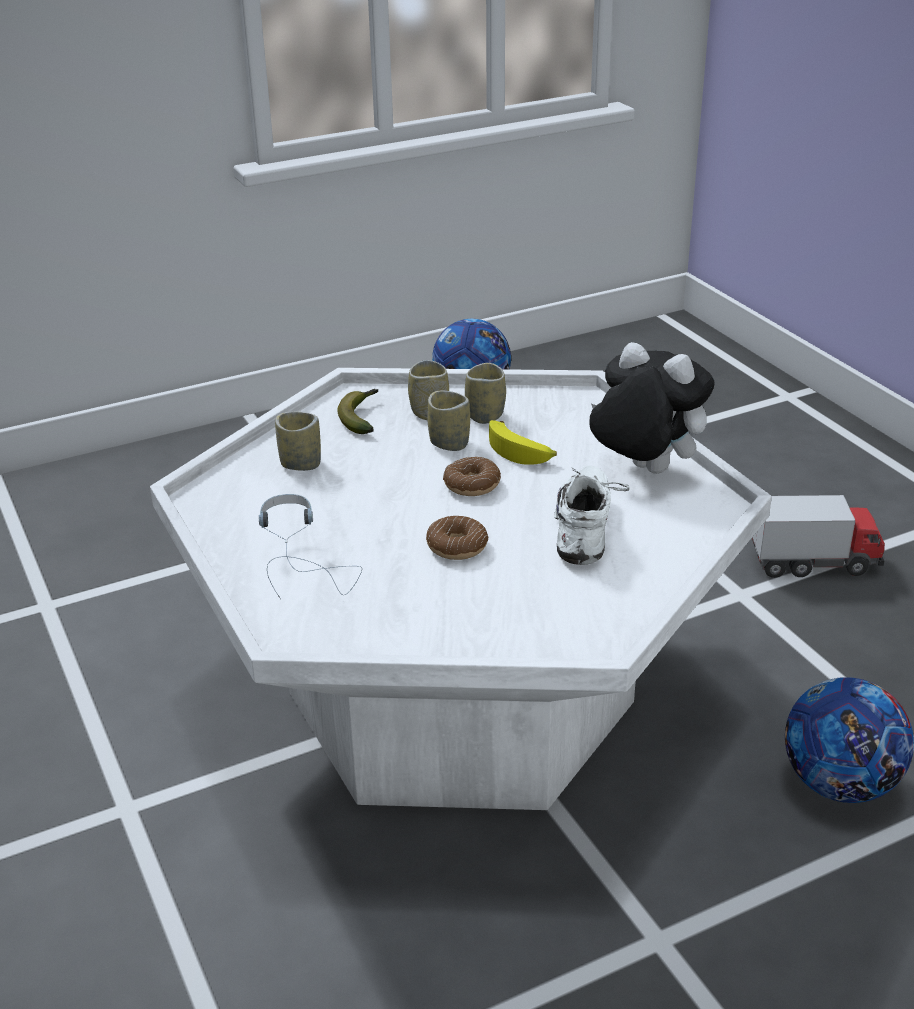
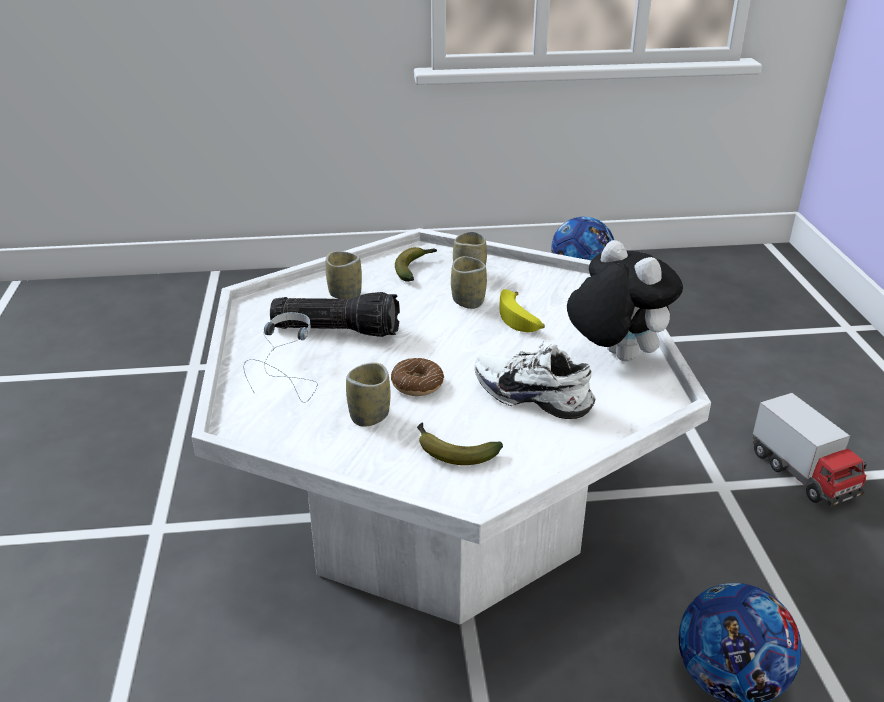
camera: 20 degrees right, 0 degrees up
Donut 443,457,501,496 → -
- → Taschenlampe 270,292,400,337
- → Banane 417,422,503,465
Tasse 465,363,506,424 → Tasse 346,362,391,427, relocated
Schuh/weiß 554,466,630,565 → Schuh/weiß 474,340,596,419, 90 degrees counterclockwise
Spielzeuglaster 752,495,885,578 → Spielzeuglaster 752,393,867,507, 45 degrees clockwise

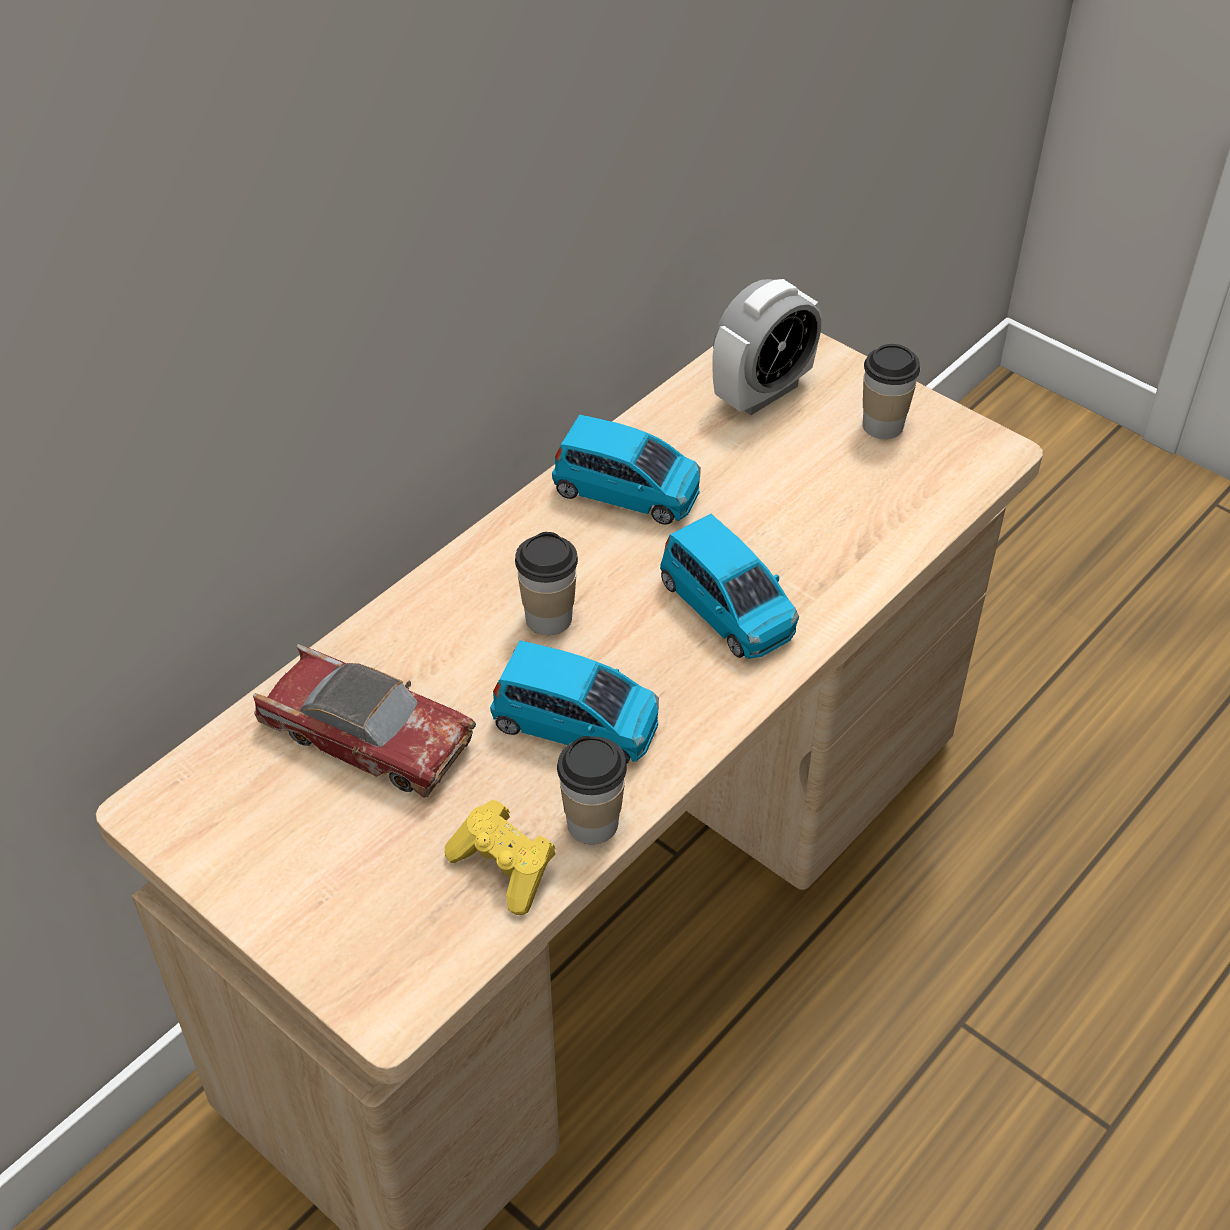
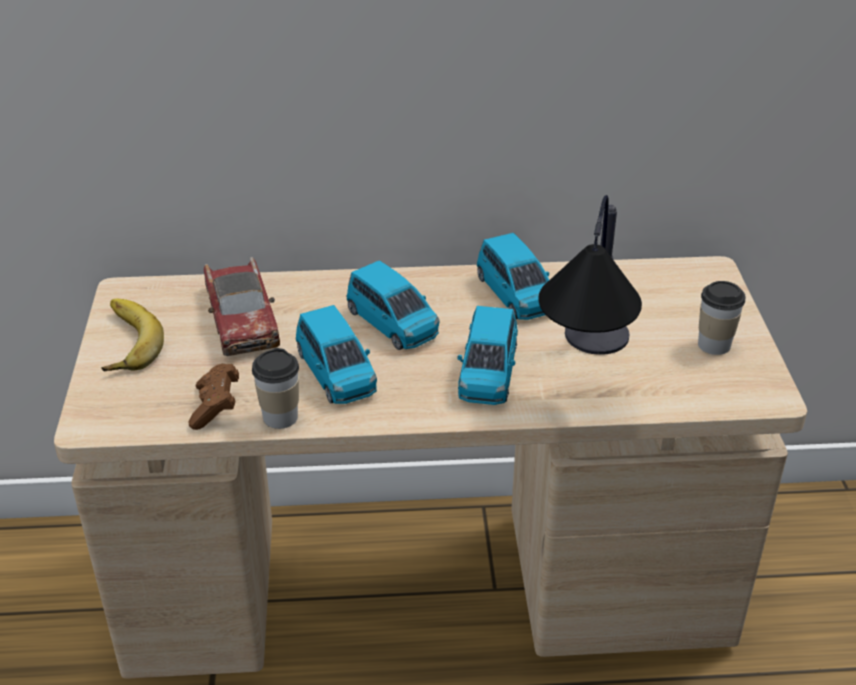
camera: 45 degrees right, 10 degrees down
Wecker 712,279,821,415 → -
- → Banane 101,299,164,371
- → Tischlampe 538,195,642,355
Tasse 515,532,578,635 → Spielzeugauto/blau 347,260,440,350
Gamepad/gelb 445,800,556,915 → Gamepad/braun 188,364,239,430

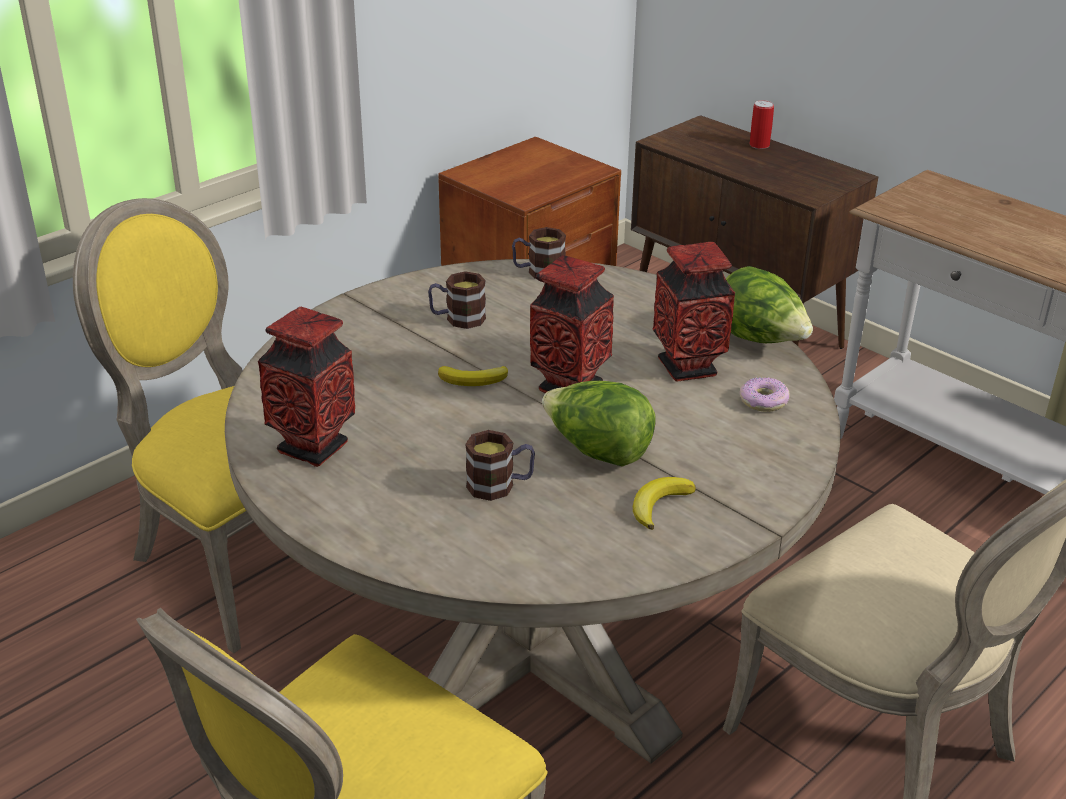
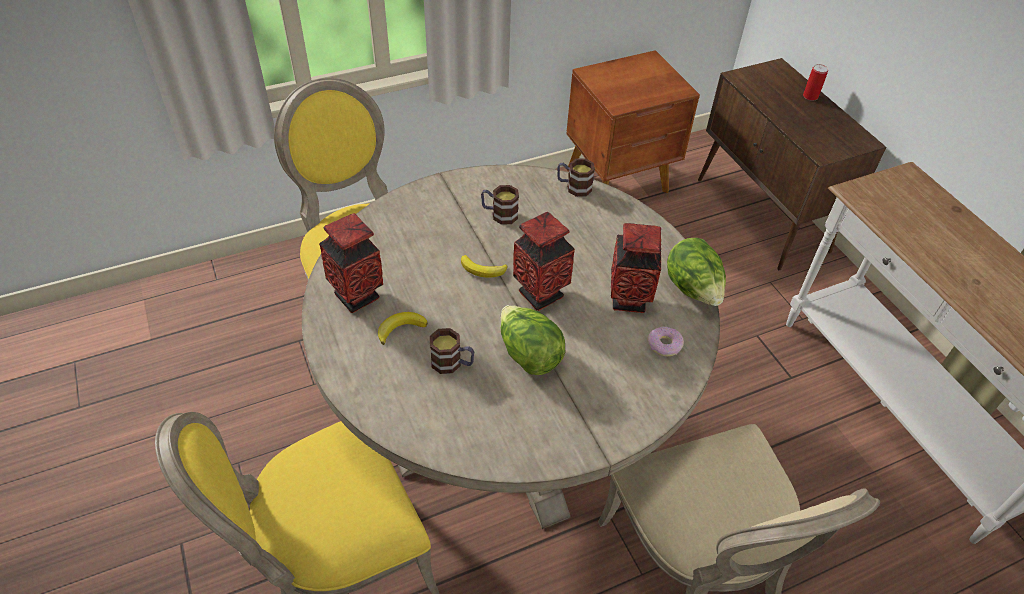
camera: 20 degrees right, 15 degrees up
Banane 633,477,696,530 → Banane 378,312,428,345, relocated

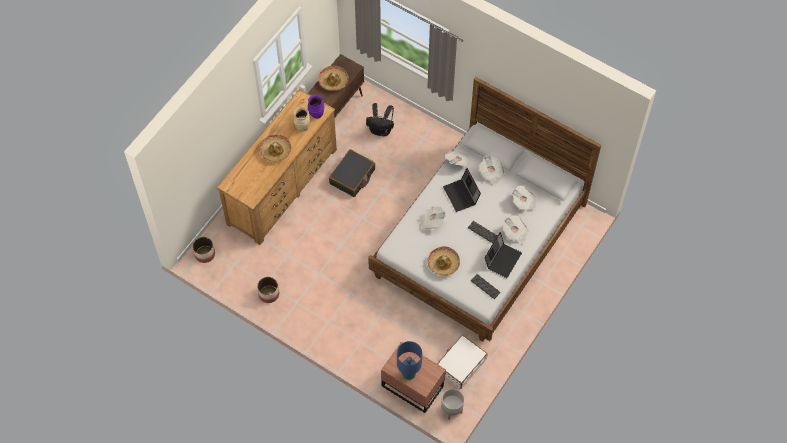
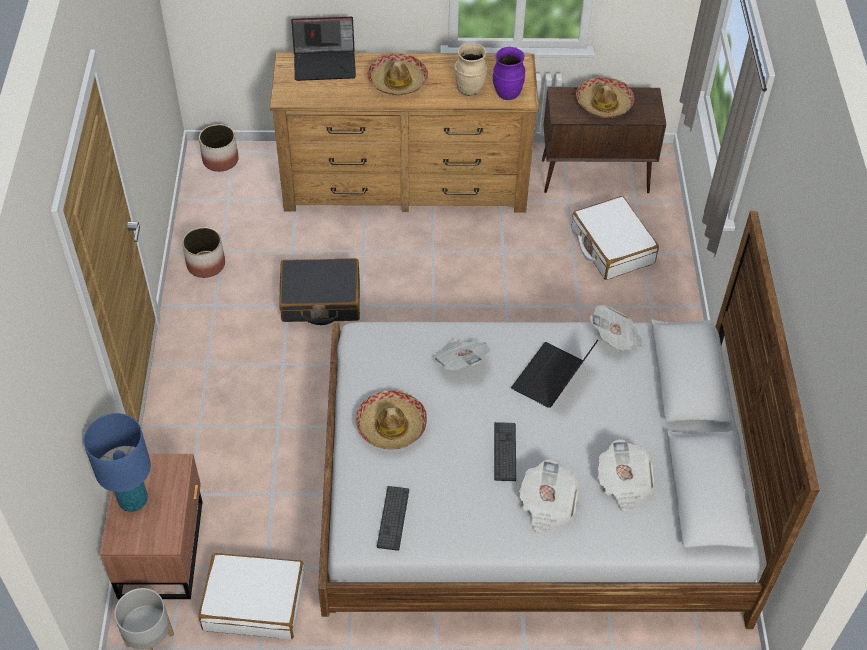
camera: 55 degrees right, 10 degrees down
Zeitung 480,155,505,186 → -
Koffer/schwarz 329,149,375,197 → Koffer/schwarz 279,258,360,325, relocated
Laptop 485,232,522,278 → Laptop 291,17,356,81, relocated
Rucksack/schwarz 366,103,394,136 → Koffer/weiß 571,196,659,280

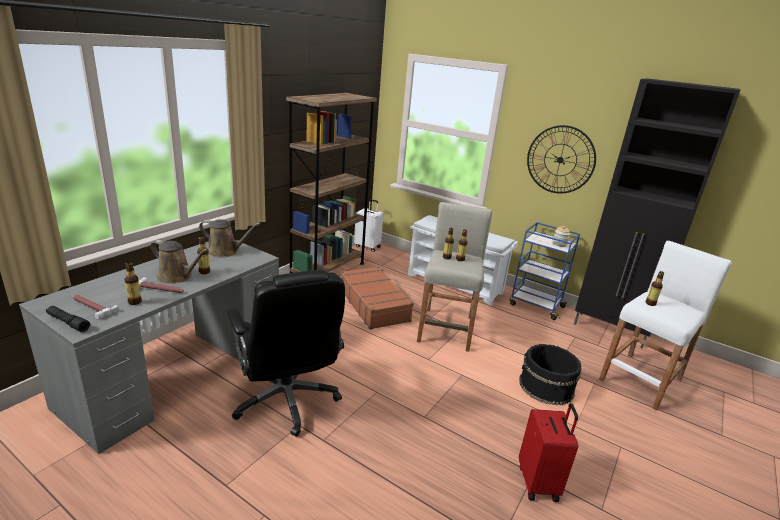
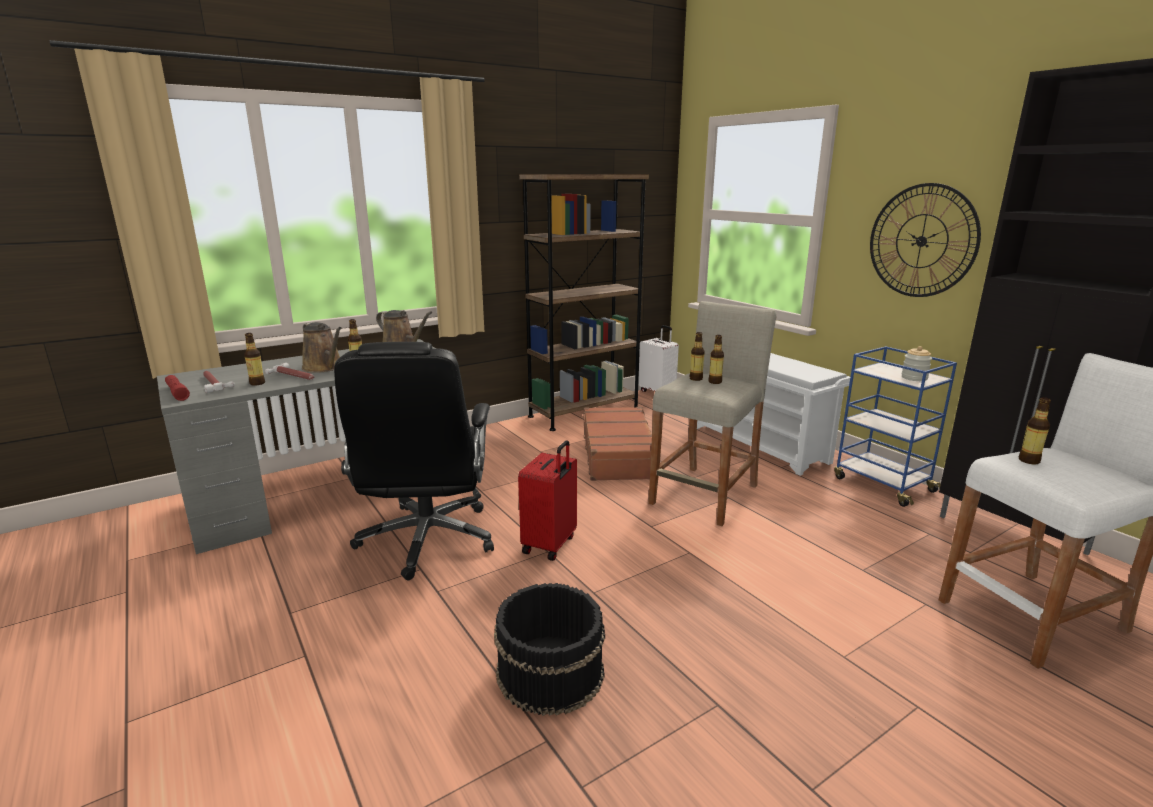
camera: 25 degrees right, 5 degrees down
Eimer/schwarz 519,344,582,405 → Eimer/schwarz 494,583,605,716, relocated
Koffer/rot 519,403,578,502 → Koffer/rot 518,440,577,561, relocated
Taschenlampe/schwarz 46,306,90,332 → Taschenlampe/rot 165,375,190,401

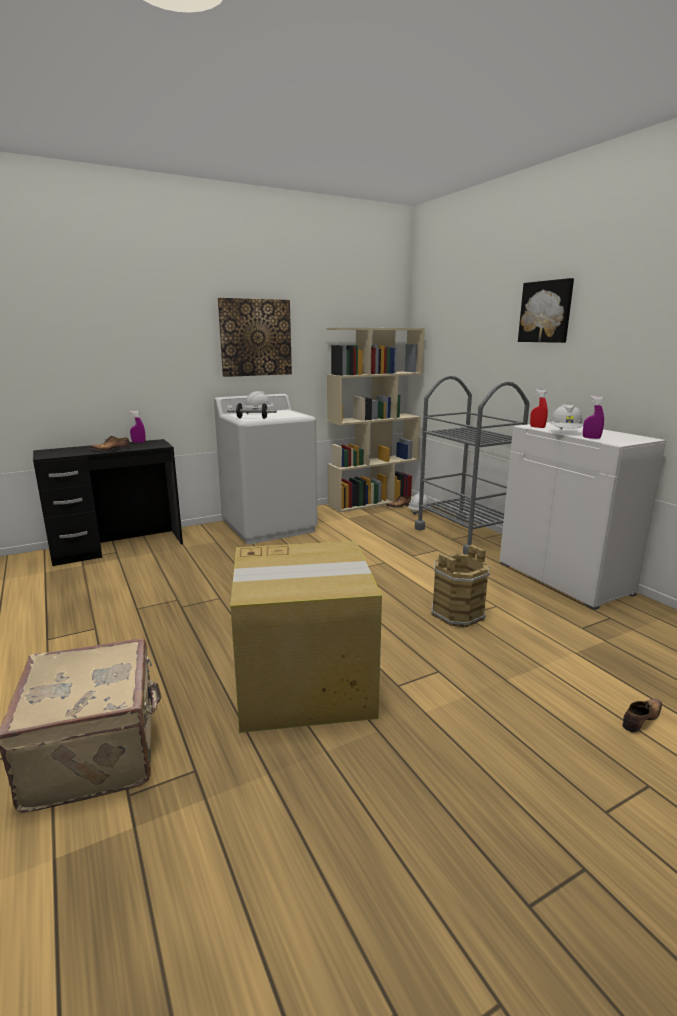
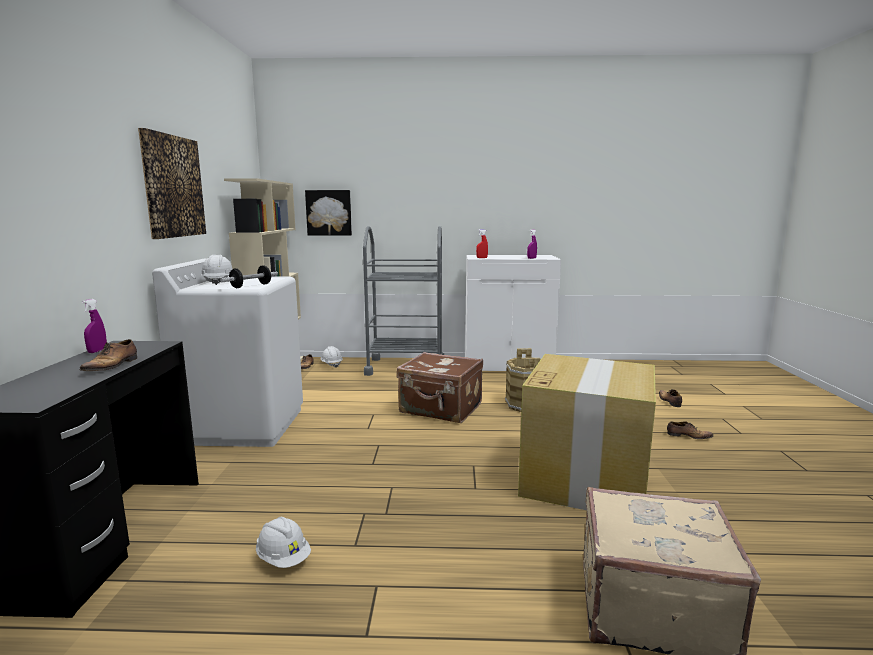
camera: 60 degrees left, 5 degrees down
- → Koffer/braun 396,352,483,423
- → Schuh 667,421,713,439
Bild 518,278,574,343 → Bild 305,190,352,236, relocated
Schutzhelm/weiß 549,404,583,430 → Schutzhelm/weiß 256,517,311,568, relocated

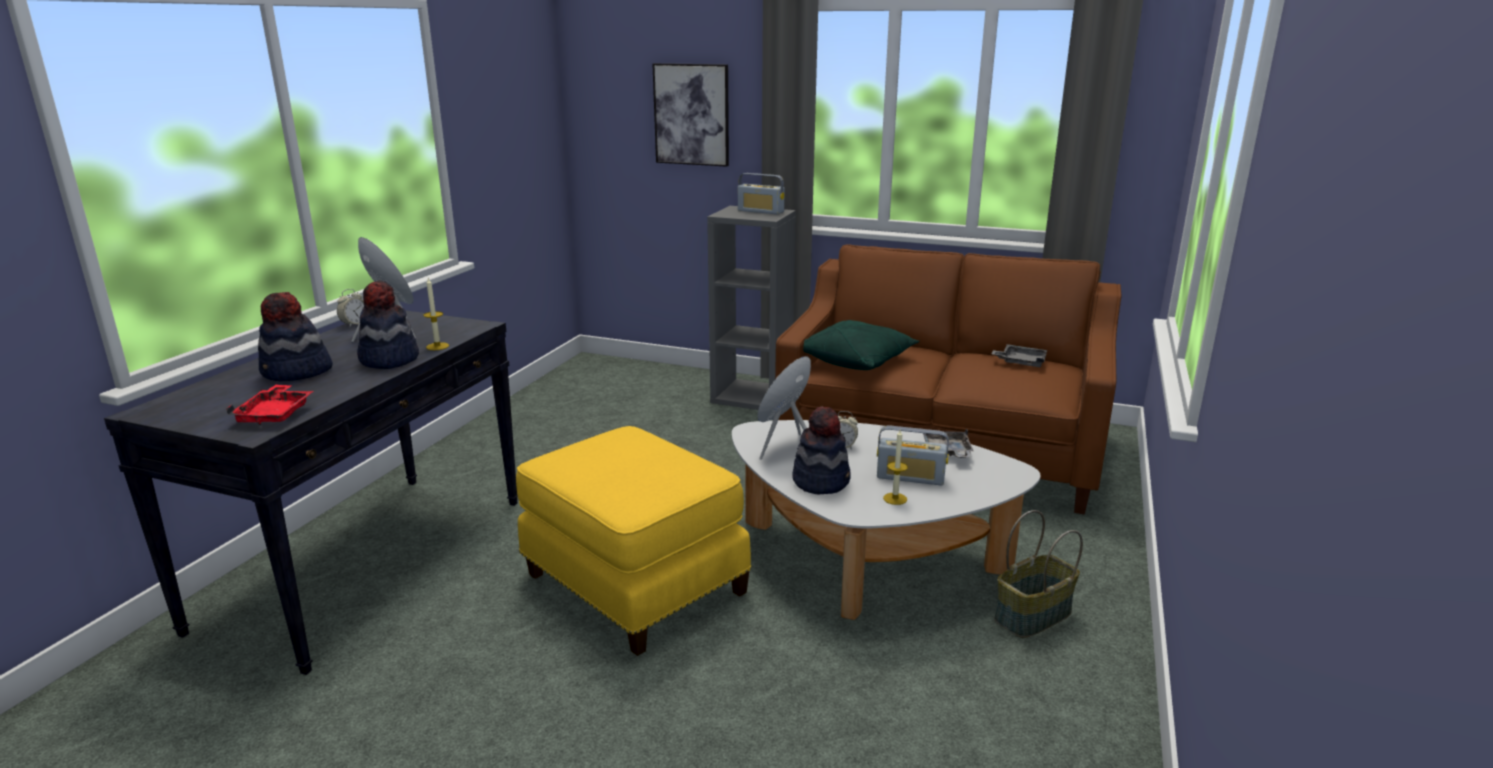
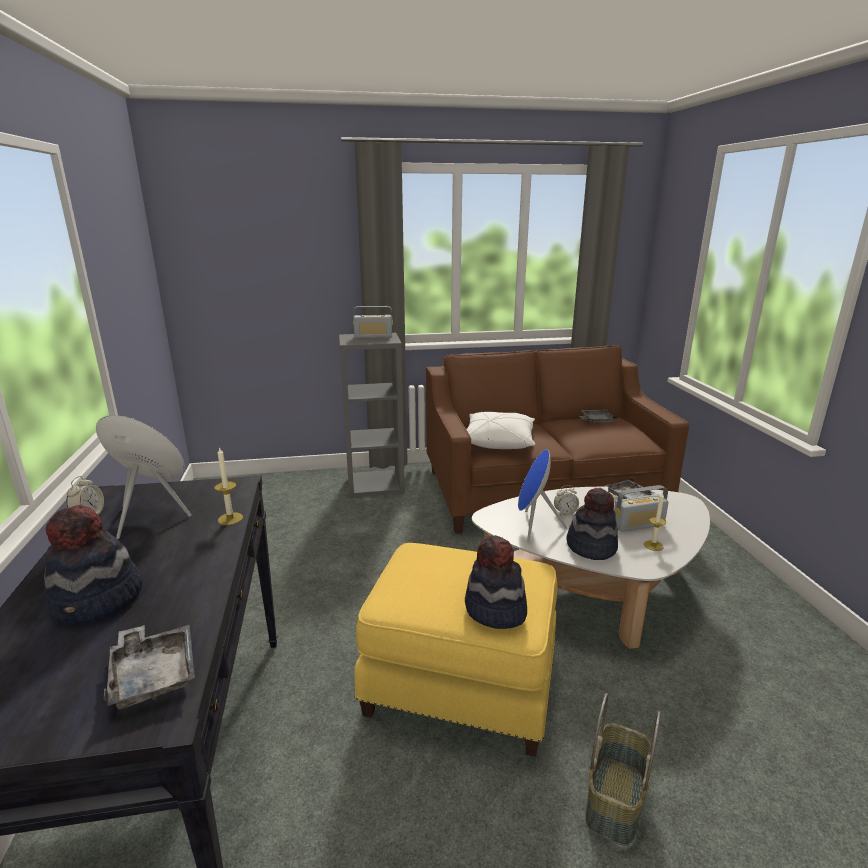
camera: 30 degrees left, 0 degrees up
Bild 652,63,729,167 → -
Hut 357,280,419,369 → Hut 465,535,527,629, relocated
Korb 994,510,1083,638 → Korb 585,693,660,845, relocated
Tablett/rot 226,385,313,425 → Tablett/grau 104,625,195,709
Kissen/grün 803,320,920,370 → Kissen/weiß 467,412,535,449

